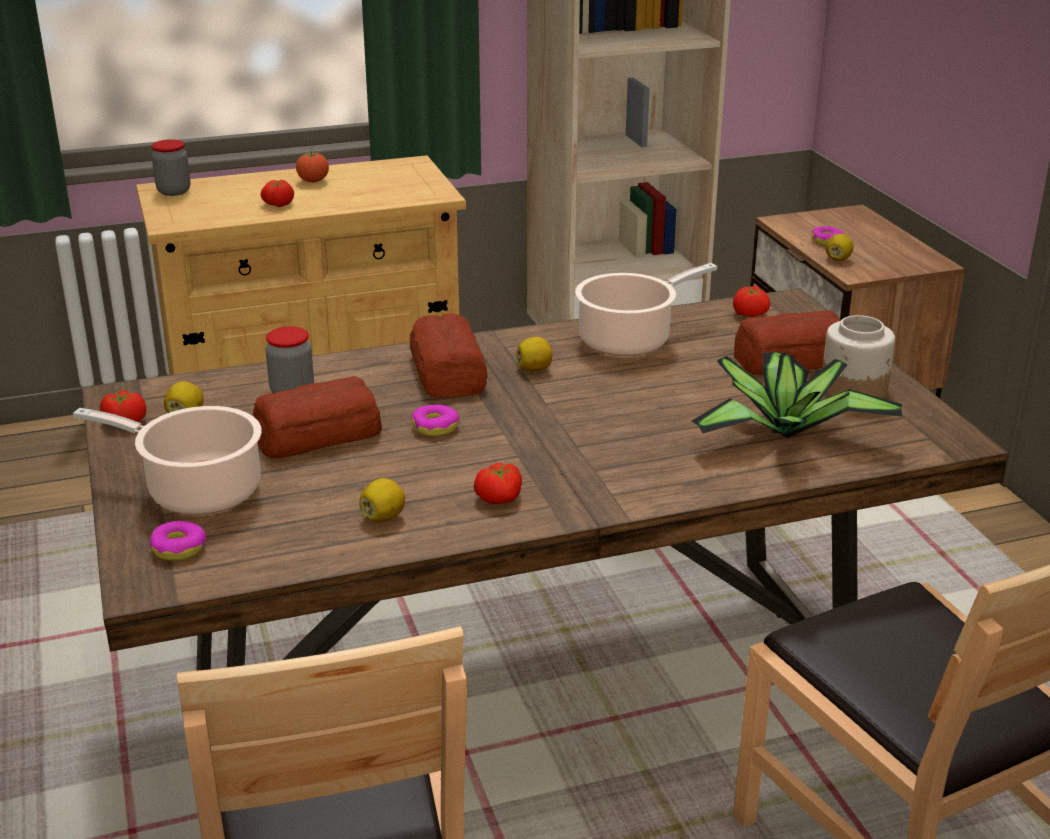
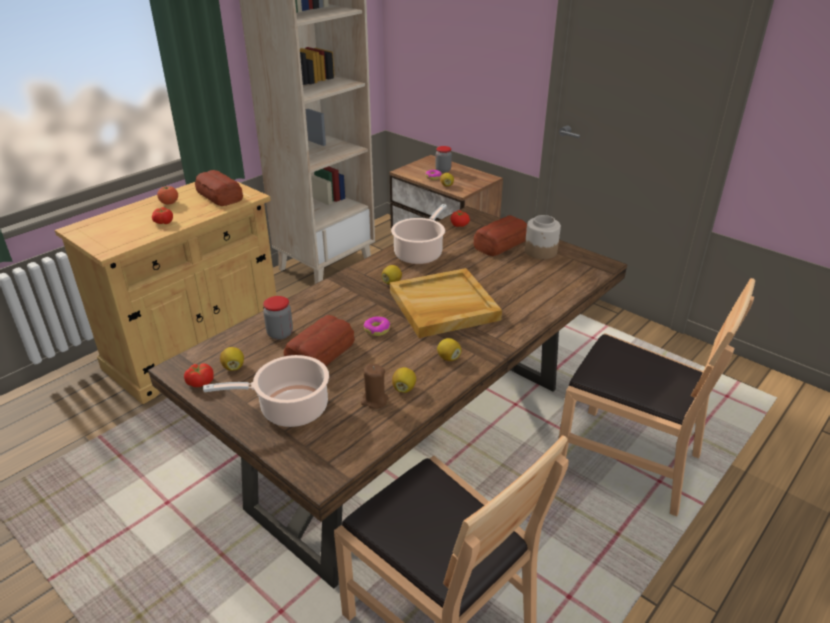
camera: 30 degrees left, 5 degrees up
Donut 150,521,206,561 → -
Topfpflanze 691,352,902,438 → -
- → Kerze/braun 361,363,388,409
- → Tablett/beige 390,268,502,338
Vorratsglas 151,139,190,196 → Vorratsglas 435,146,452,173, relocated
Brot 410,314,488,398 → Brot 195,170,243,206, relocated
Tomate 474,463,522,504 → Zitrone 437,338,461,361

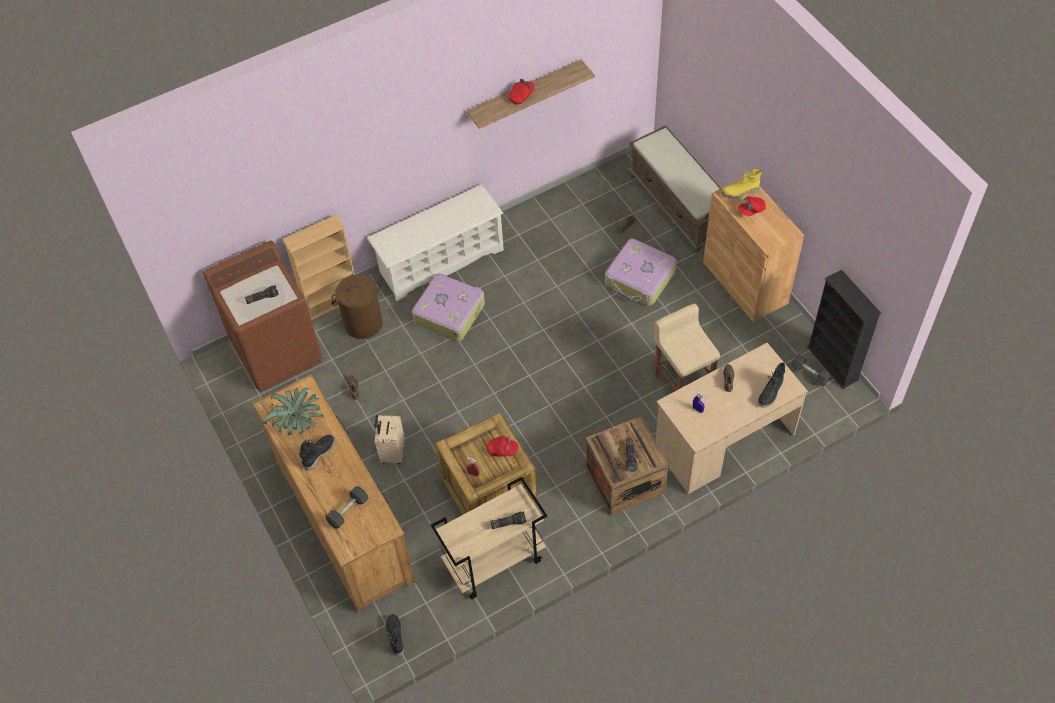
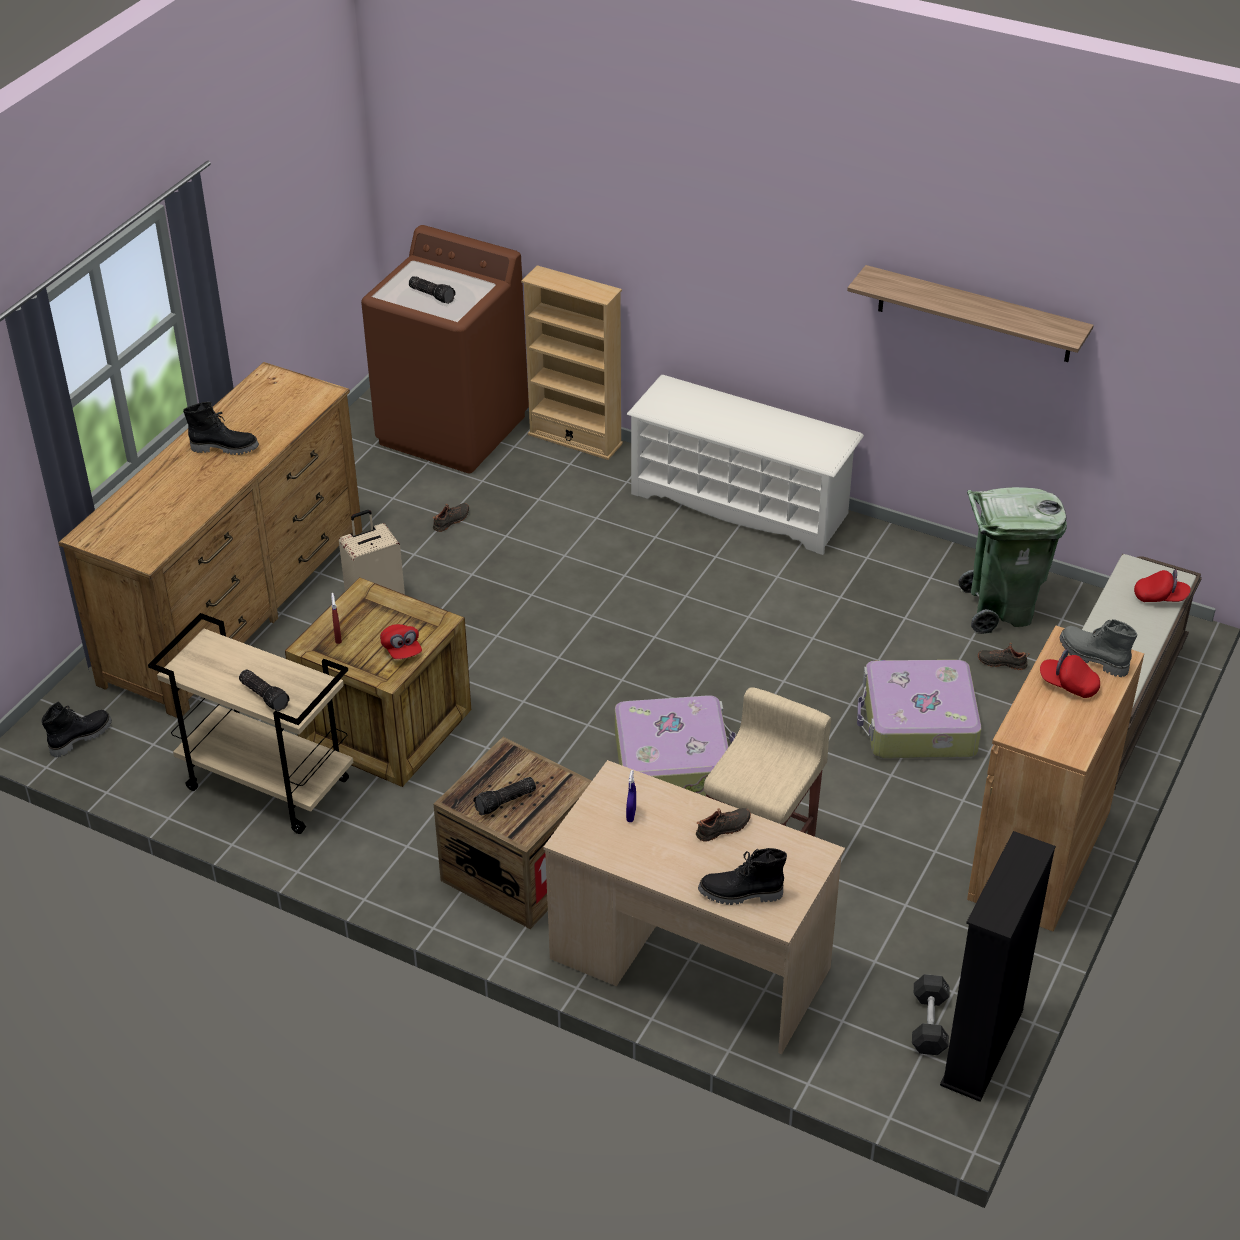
camera: 55 degrees right, 15 degrees down
Topfpflanze 262,387,324,435 → -
Hantel/grau 325,486,368,529 → -
Wäschekorb/braun 331,275,383,339 → -
- → Mülleimer/grün 958,487,1067,634
Koffer 412,273,485,341 → Koffer 615,695,736,796, relocated
Kappe/rot 509,79,535,104 → Kappe/rot 1134,569,1191,602, relocated
Stiefel/gelb 722,169,762,199 → Stiefel/grau 1060,619,1137,677

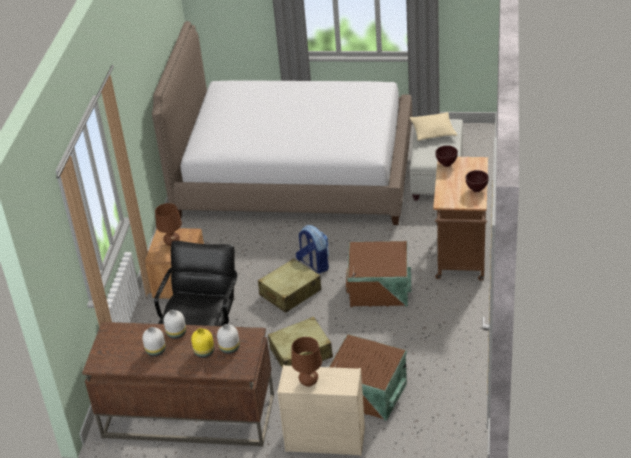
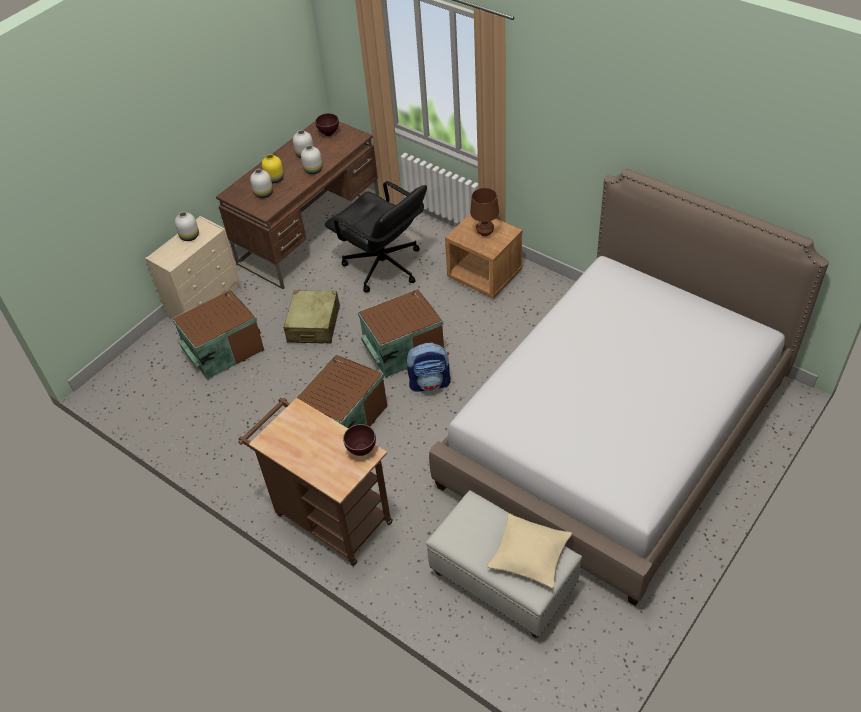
camera: 120 degrees right, 10 degrees up
Schüssel/braun 466,170,489,192 → Schüssel/braun 315,113,339,136, relocated
Koffer/beige 258,259,322,313 → Aufbewahrungsbox/braun 358,289,444,378
Tischlampe/braun 291,337,322,387 → Vase/weiß 175,212,199,241

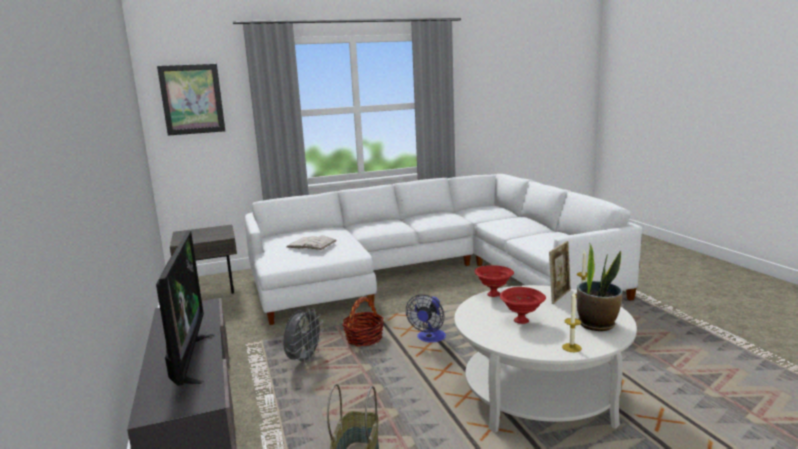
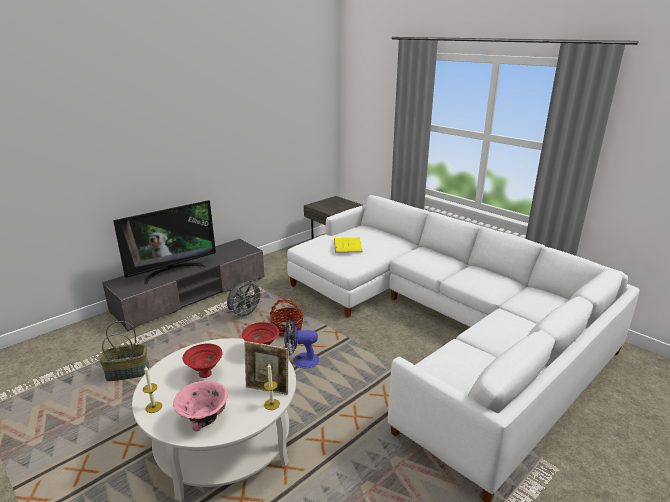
camera: 65 degrees right, 10 degrees up
Bild 157,64,225,136 → -
Topfpflanze 577,244,623,331 → Schüssel/rosa 173,380,228,431
Buch/weiß 286,235,337,250 → Buch/gelb 334,238,363,253
Ventilator/grau 283,308,324,365 → Ventilator/grau 227,281,263,319, 45 degrees counterclockwise

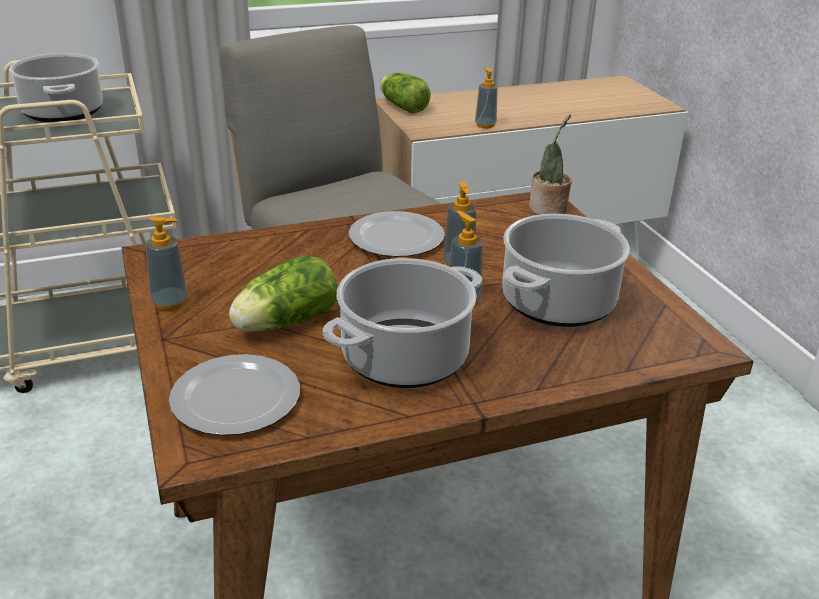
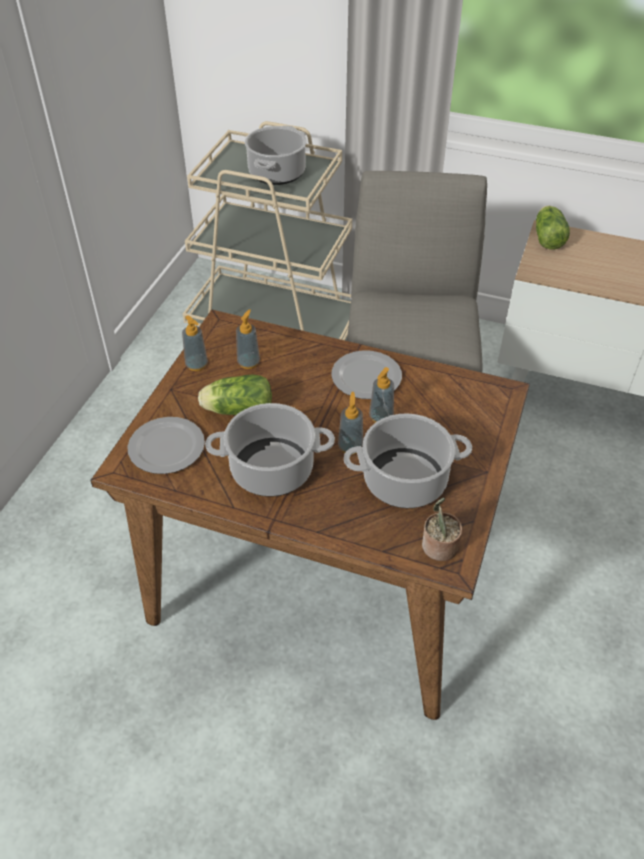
camera: 40 degrees right, 15 degrees up
Seifenspender 475,67,498,128 → Seifenspender 236,309,260,369, relocated
Topfpflanze 529,114,572,215 → Topfpflanze 422,498,462,561, relocated

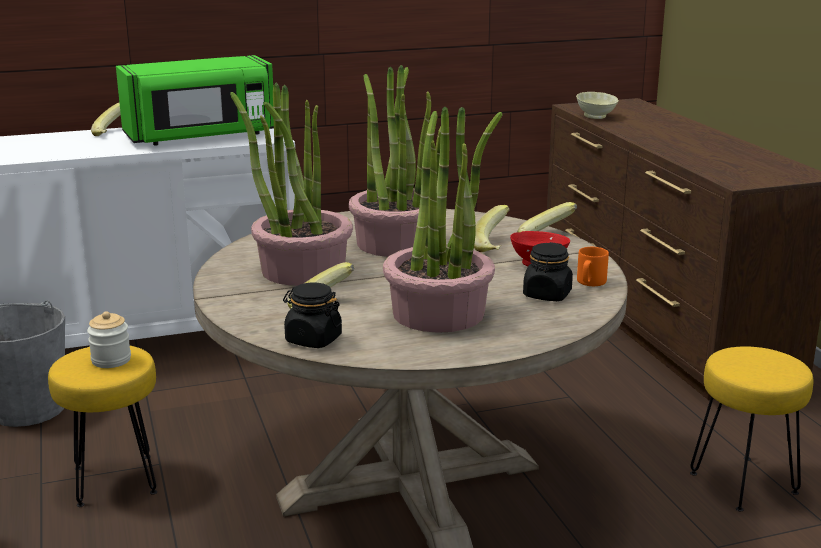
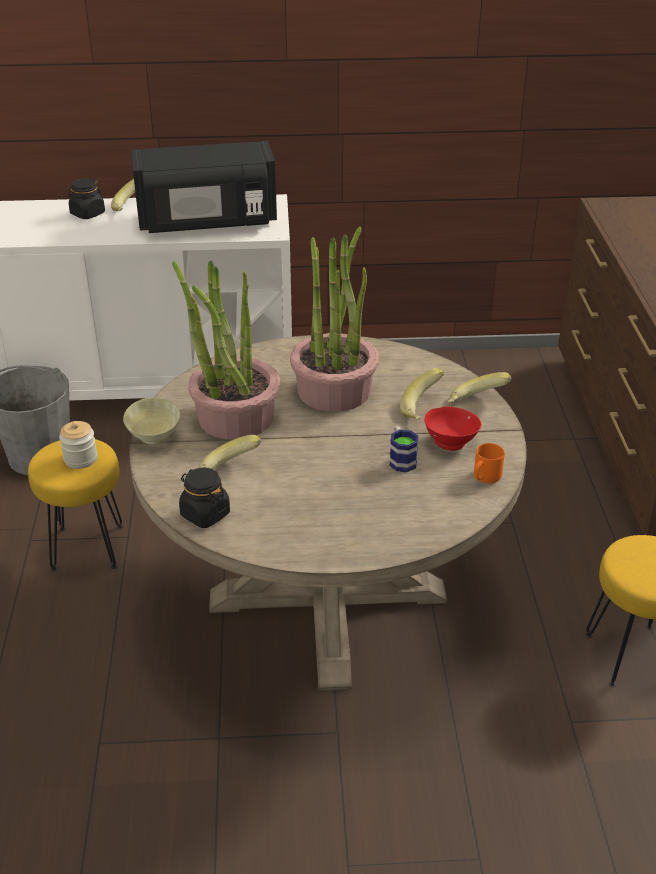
camera: 15 degrees right, 15 degrees up
Topfpflanze 383,107,503,333 → -
- → Henkelbecher 389,426,418,472
Vorratsglas/schwarz 523,242,573,301 → Vorratsglas/schwarz 68,178,105,219, relocated
Schüssel/beige 576,92,619,119 → Schüssel/beige 123,398,181,444, relocated
Mikrowelle/grün 116,55,274,146 → Mikrowelle/schwarz 131,141,277,233

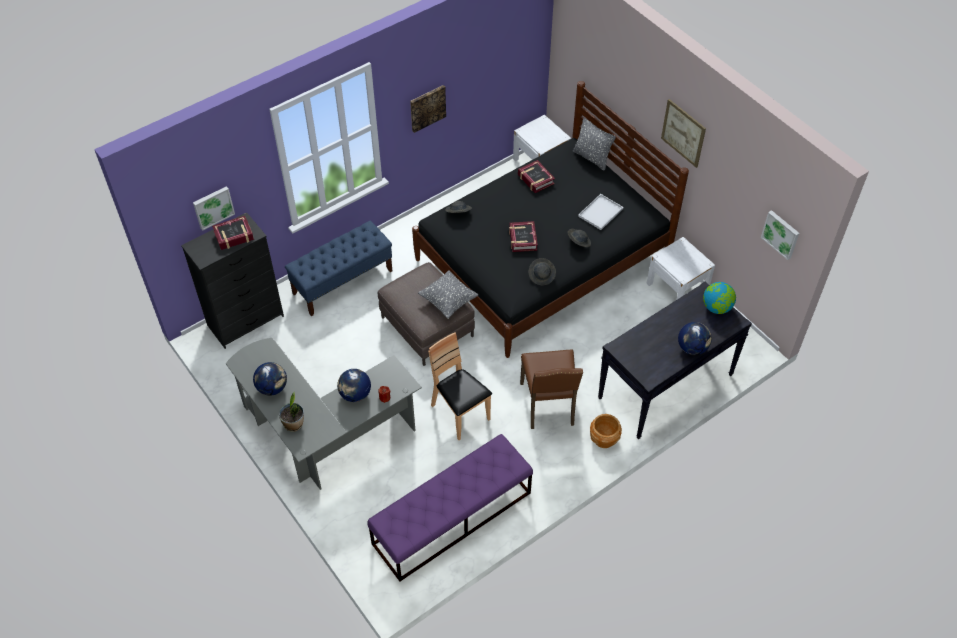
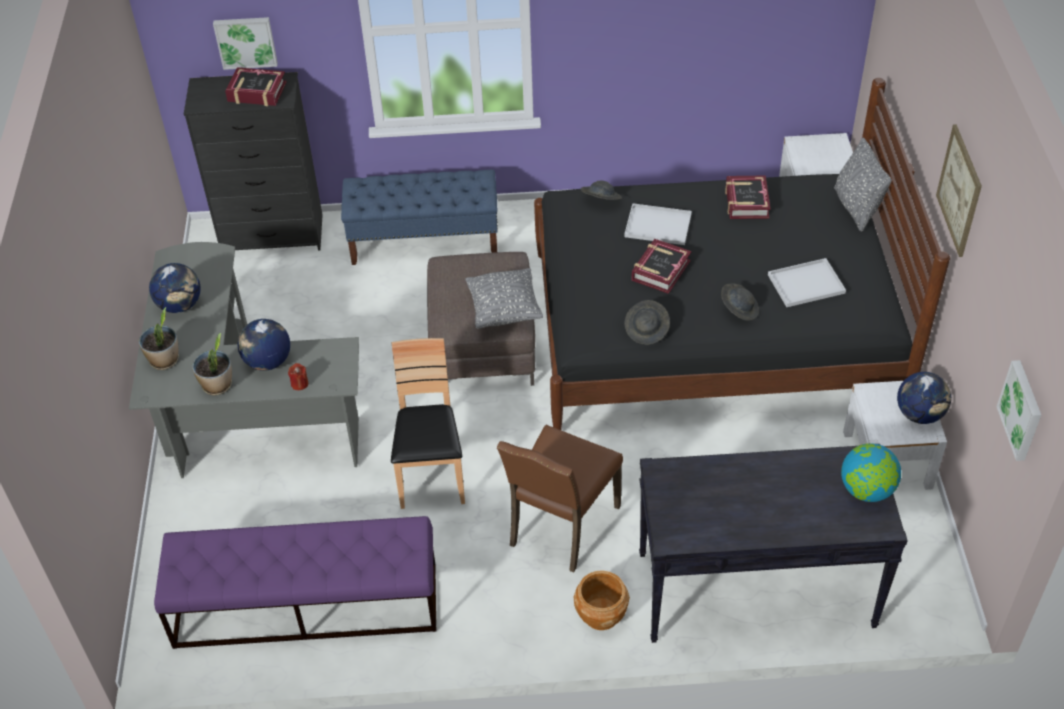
camera: 35 degrees right, 5 degrees down
Bild 410,85,446,133 → -
- → Topfpflanze 192,333,232,395
- → Tablett/weiß 624,203,692,245
Globus 678,322,712,355 → Globus 897,372,951,424, relocated

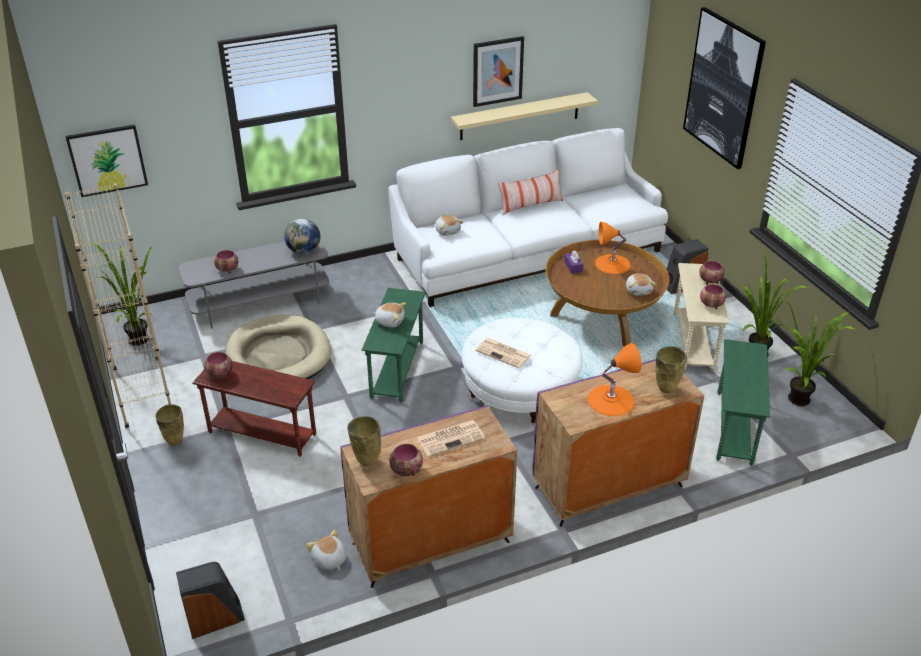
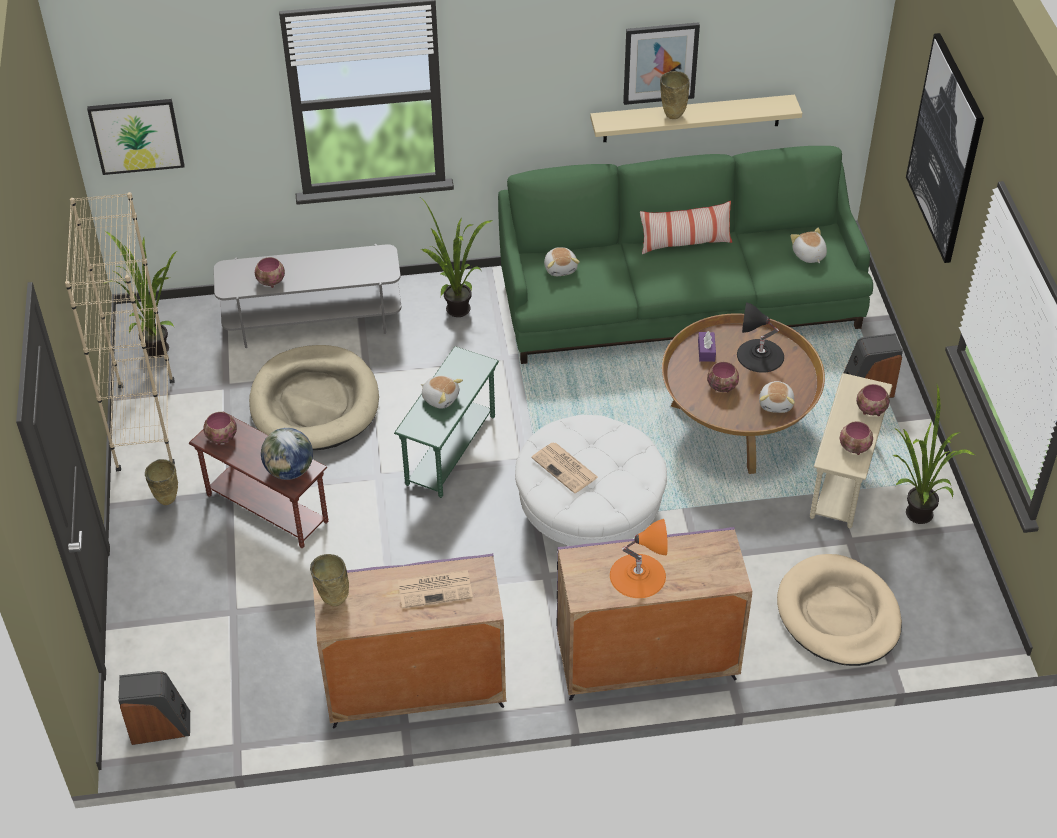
camera: 15 degrees right, 10 degrees up
Globus 284,218,320,254 → Globus 261,428,313,480, relocated
Plüschtier 306,530,346,570 → Plüschtier 791,228,827,263, relocated
Schüssel 389,444,423,476 → Schüssel 707,362,739,392, relocated
Vase/beige 655,346,687,393 → Vase/beige 660,71,689,119, relocated
Topfpflanze 785,301,855,406 → Topfpflanze 421,198,493,317, relocated
Beistelltisch/grün 716,339,770,466 → Hundebett/beige 777,554,902,666
Sofa/weiß 388,128,668,307 → Sofa/grün 498,146,873,364
Tischlampe/orange 595,222,631,274 → Tischlampe/schwarz 737,302,784,373

